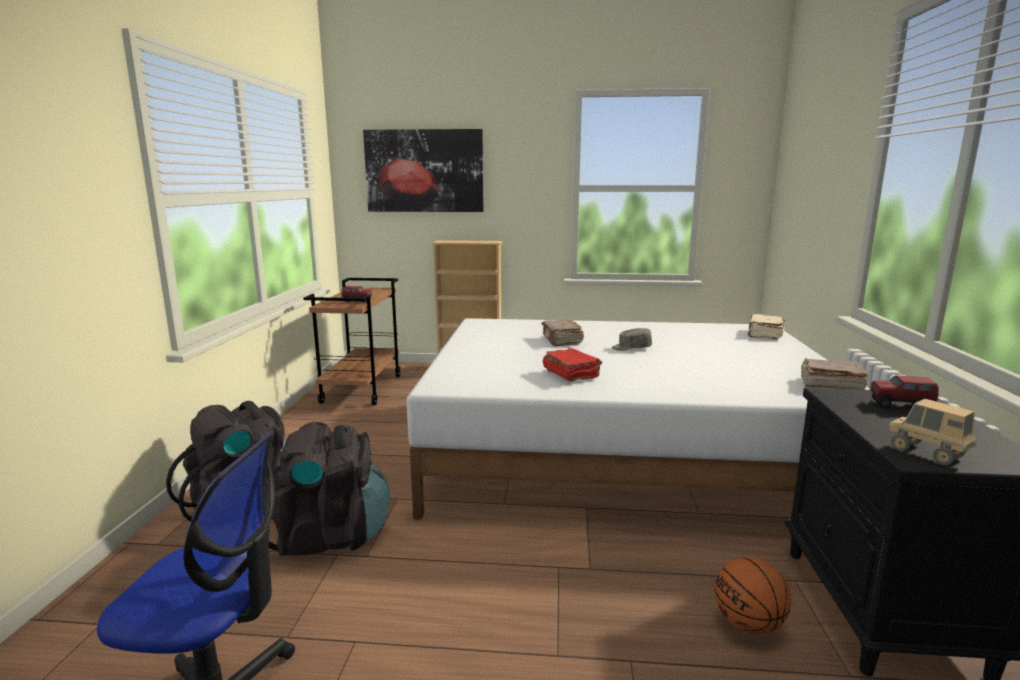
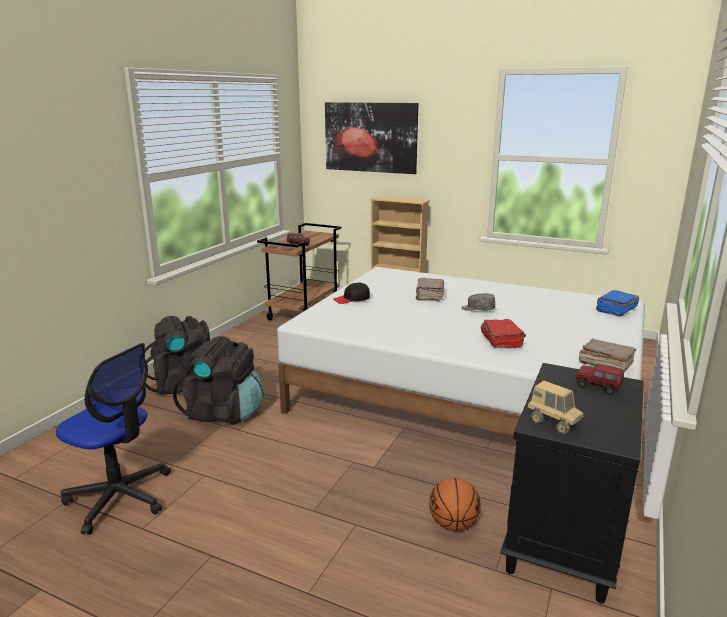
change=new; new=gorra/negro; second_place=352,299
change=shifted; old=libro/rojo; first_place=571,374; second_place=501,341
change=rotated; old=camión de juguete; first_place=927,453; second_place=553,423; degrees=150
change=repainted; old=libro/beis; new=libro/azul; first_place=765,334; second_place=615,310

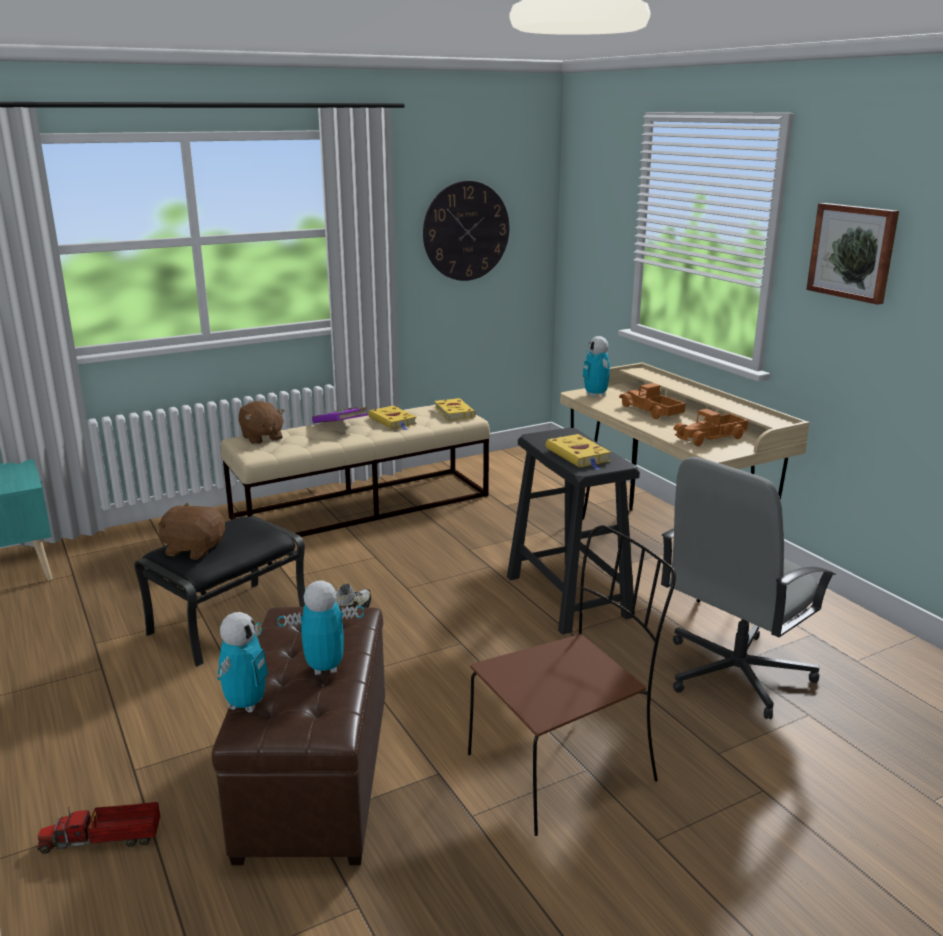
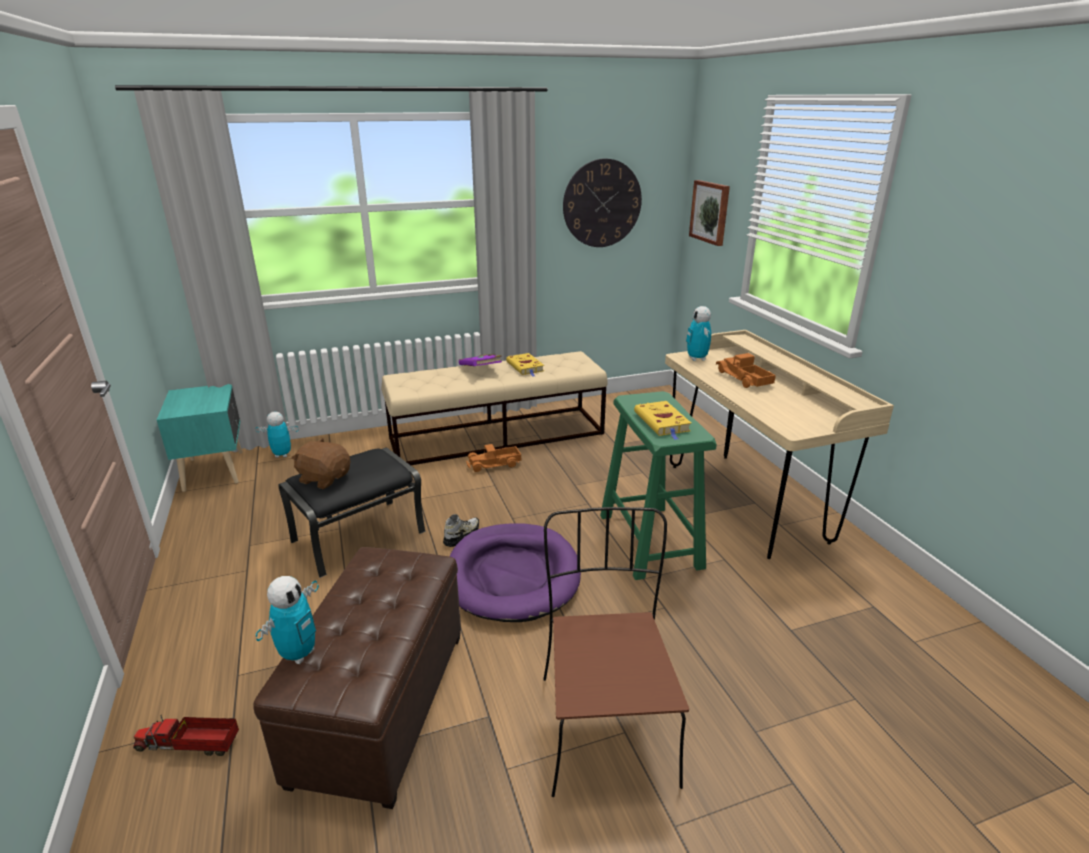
change=shifted; old=robot de juguete; first_place=324,668; second_place=282,455
change=new; new=cama para perro/morado; second_place=513,575
change=shifted; old=camión de juguete; first_place=711,438; second_place=494,464
change=rotated; old=silla/marrón; first_place=565,766; second_place=605,725; degrees=-75
change=repainted; old=taburete/negro; new=taburete/verde; first_place=568,596; second_place=649,540
change=shifted; old=cuadro; first_place=853,252; second_place=710,212
change=gone; old=peluche/marrón; first_place=261,438
change=gone; old=libro/amarillo; first_place=453,412
change=gone; old=silla de oficina/gris; first_place=734,673

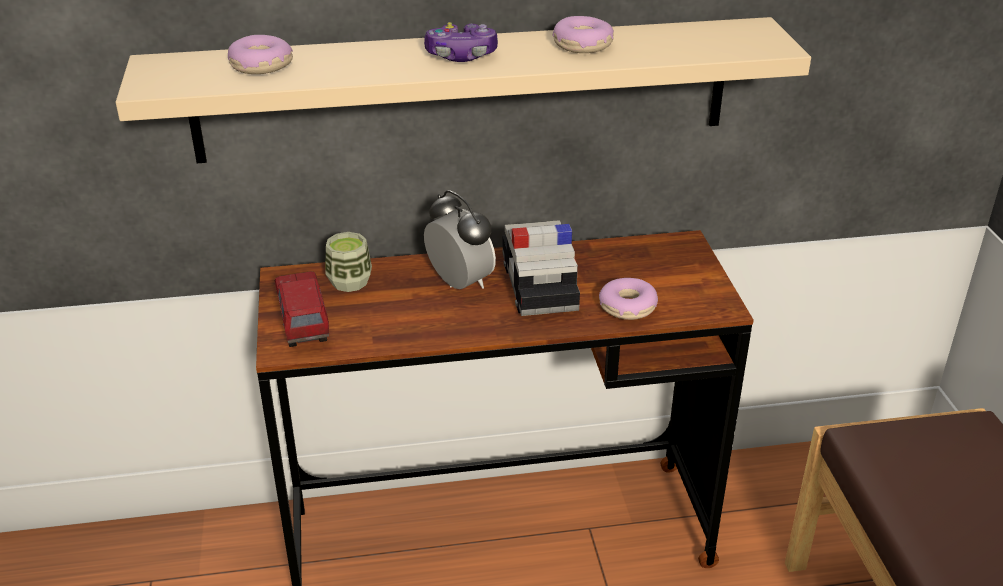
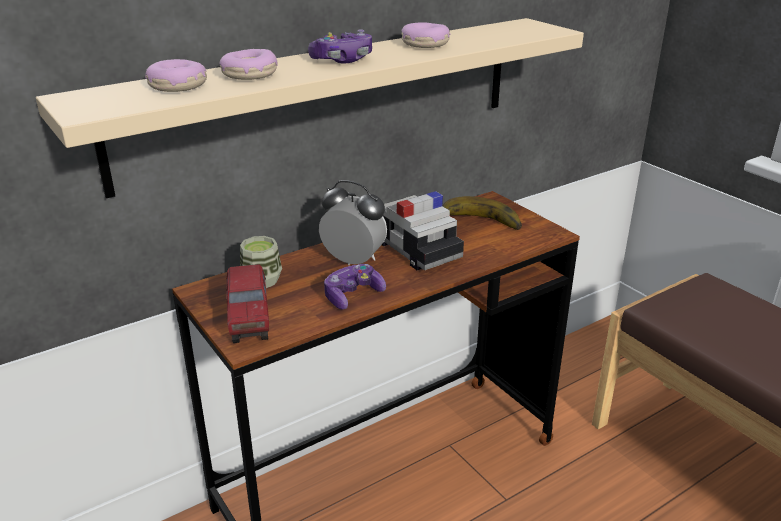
change=shifted; old=rosquilla; first_place=627,307; second_place=249,75
change=rotated; old=camión de juguete; first_place=303,327; second_place=250,322; degrees=-150
change=new; new=mando de consola; second_place=352,295
change=new; new=plátano; second_place=475,225

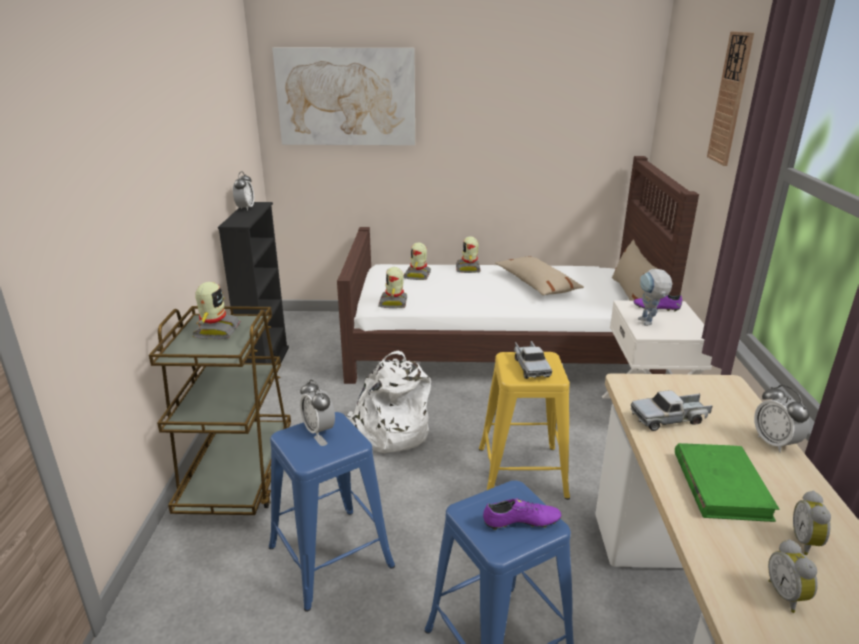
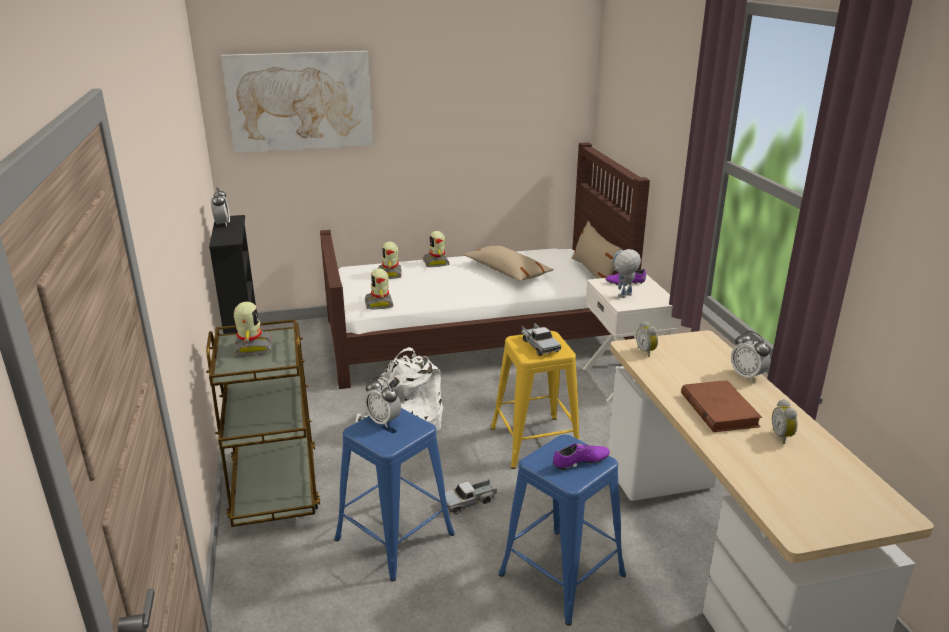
change=shifted; old=camión de juguete; first_place=669,418; second_place=469,501
change=rotated; old=robot de juguete; first_place=648,324; second_place=623,297; degrees=75
change=shifted; old=despertador; first_place=787,596; second_place=646,352
change=repainted; old=libro/verde; new=libro/marrón; first_place=721,485; second_place=718,409
change=gone; old=reloj de pared; first_place=730,99

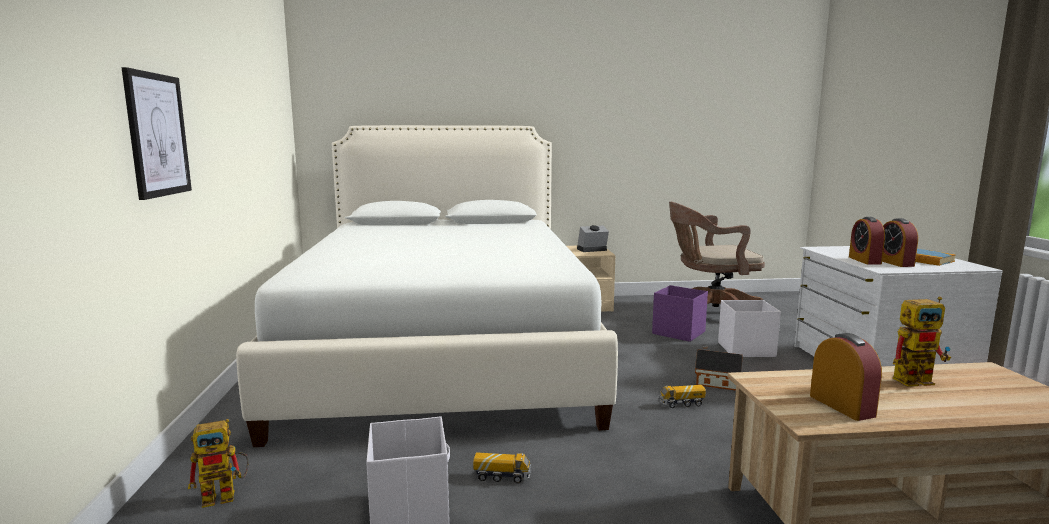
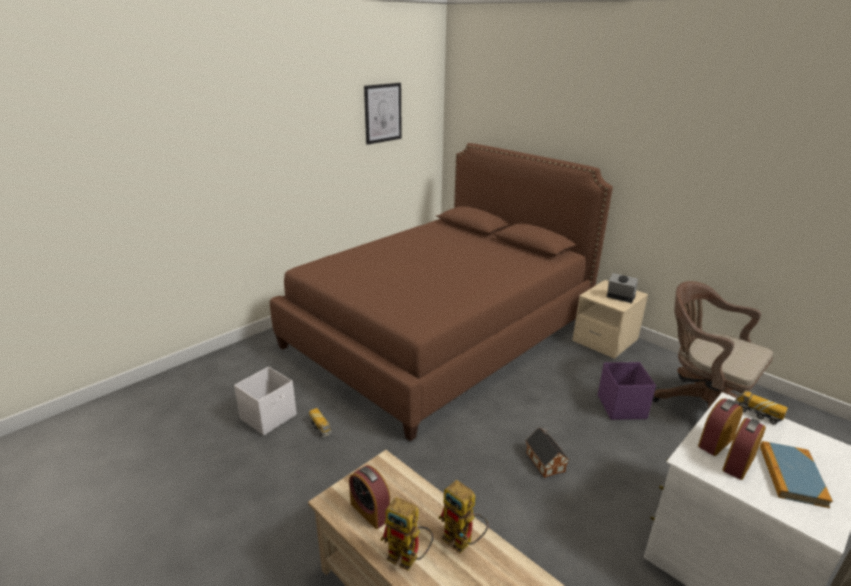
change=repainted; old=cama/blanco; new=cama/marrón; first_place=444,350; second_place=440,333
change=rotated; old=despertador; first_place=841,406; second_place=370,511; degrees=105
change=shifted; old=cuadro; first_place=157,135; second_place=382,113
change=shifted; old=robot de juguete; first_place=226,495; second_place=409,558
change=shifted; old=camión de juguete; first_place=681,404; second_place=757,414
change=gone; old=caja de almacenaje/blanco; first_place=745,349

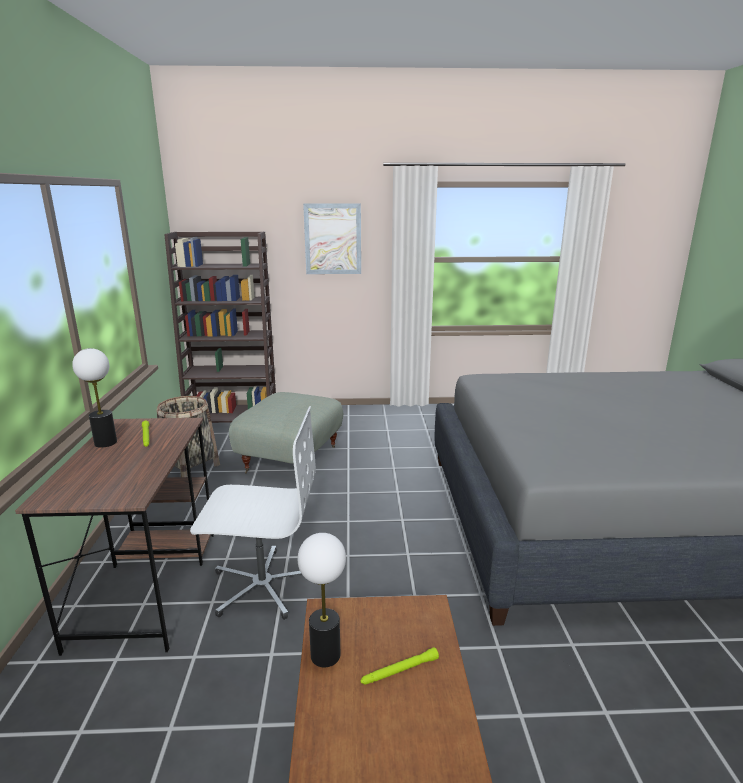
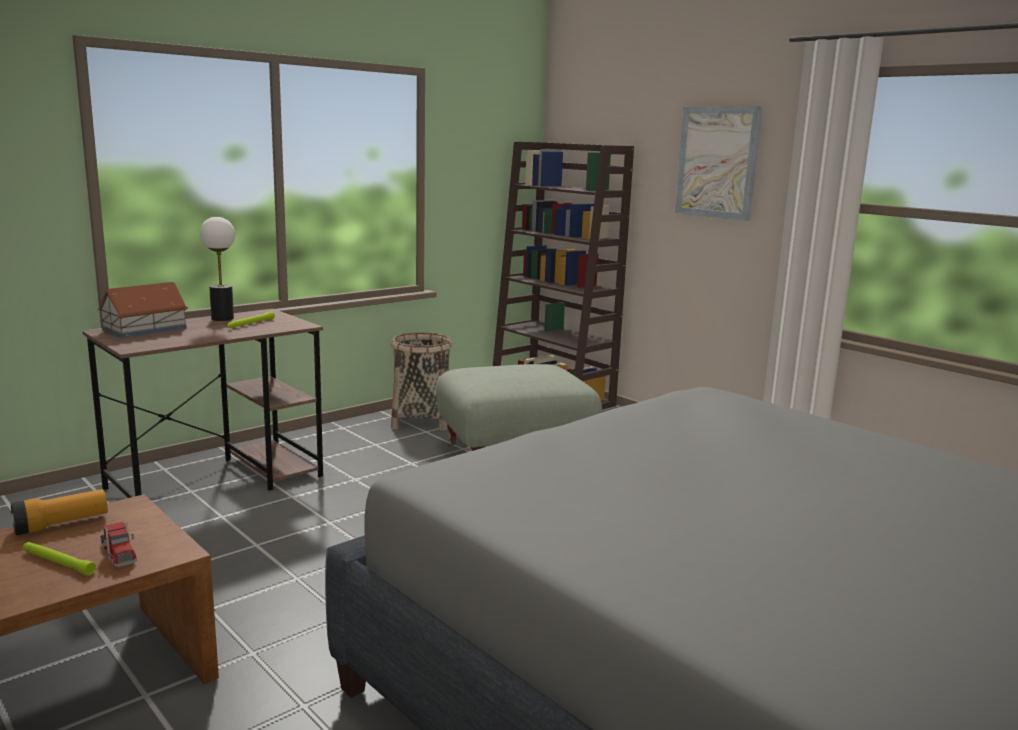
change=swapped; old=lámpara de mesa; new=linterna; first_place=326,655; second_place=61,524
change=new; new=casita; second_place=144,329
change=new; new=camión de juguete; second_place=118,553
change=gone; old=silla de oficina/blanco; first_place=262,585

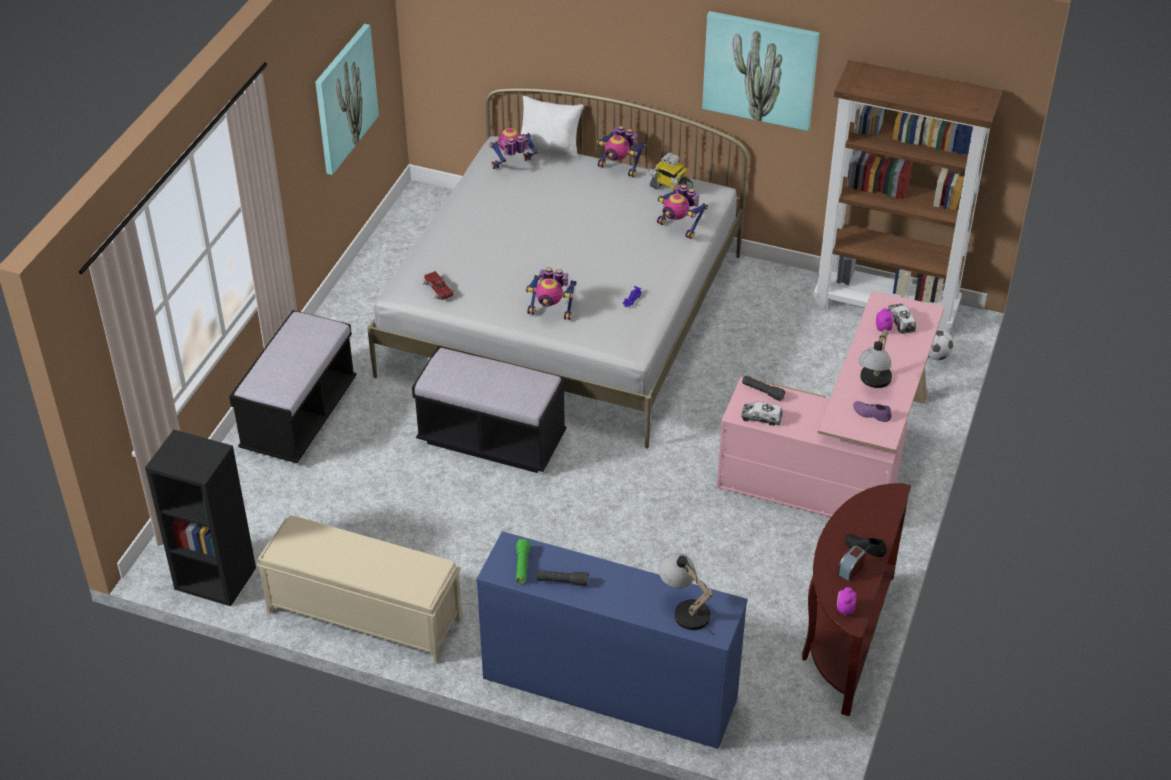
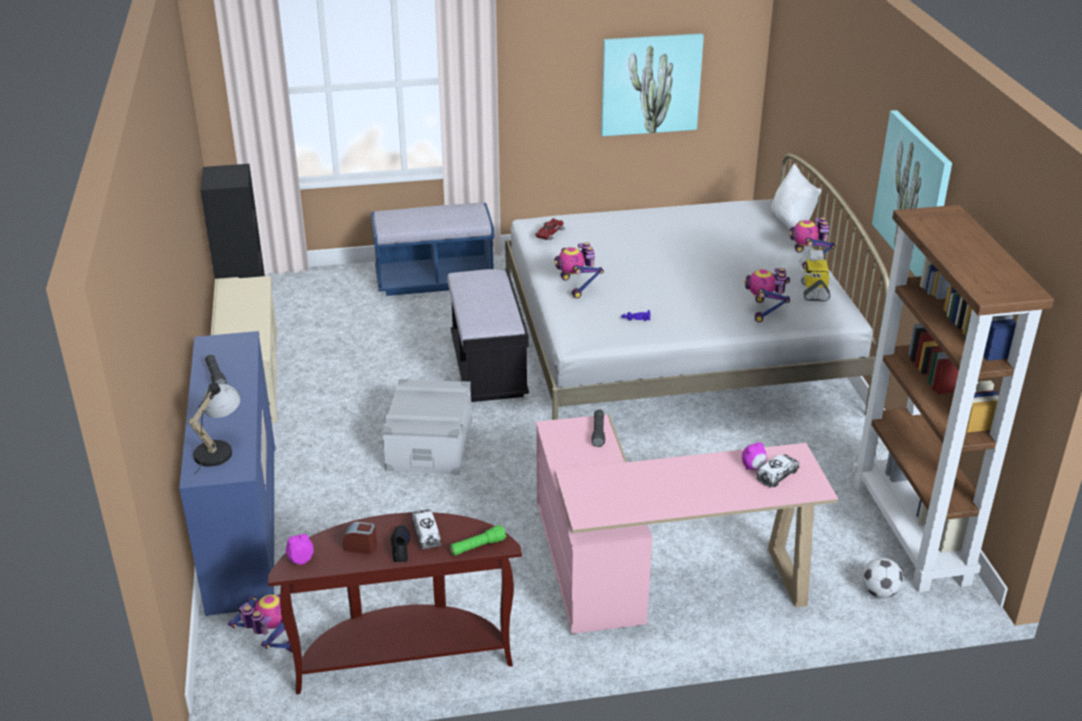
change=shifted; old=robot de juguete; first_place=513,167; second_place=269,644
change=repainted; old=banco/negro; new=banco/azul; first_place=299,417; second_place=434,280
change=new; new=caja de almacenaje/gris; second_place=429,444
change=shifted; old=camión de juguete; first_place=761,418; second_place=426,534
change=shifted; old=linterna/verde; first_place=522,566; second_place=477,546
change=gone; old=zapato/morado; first_place=871,414
change=gone; old=lámpara de mesa; first_place=873,383

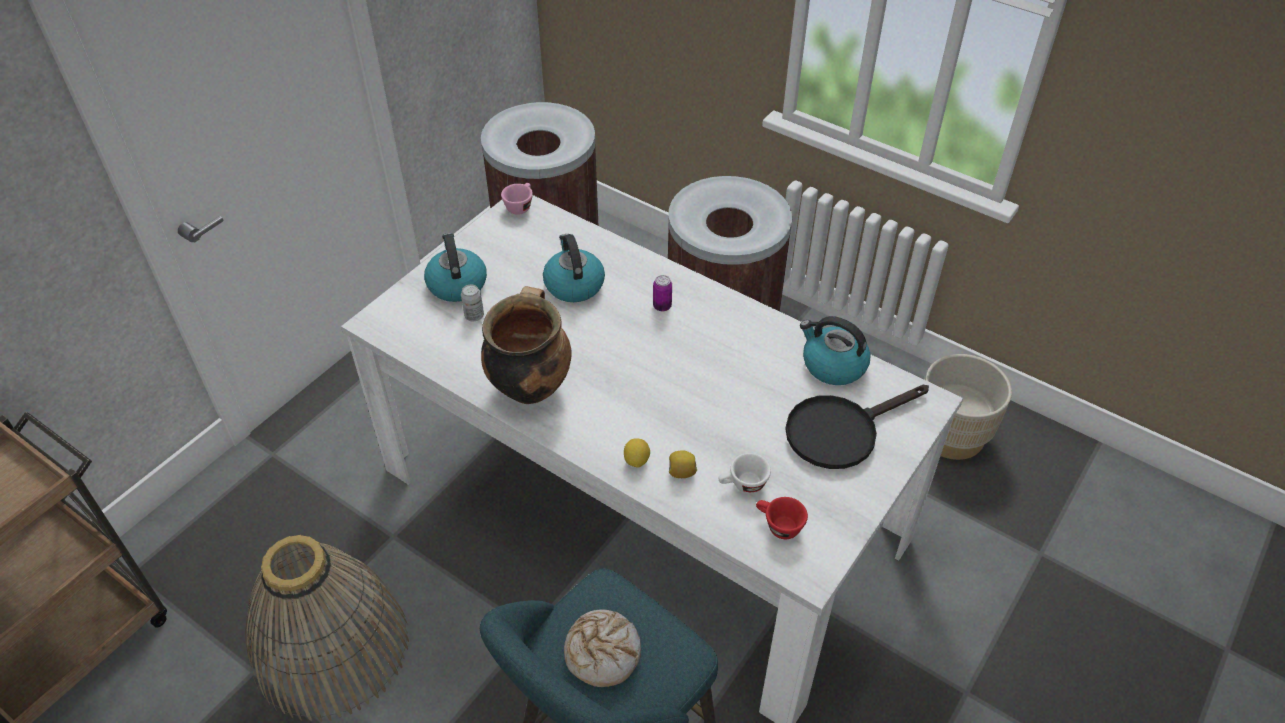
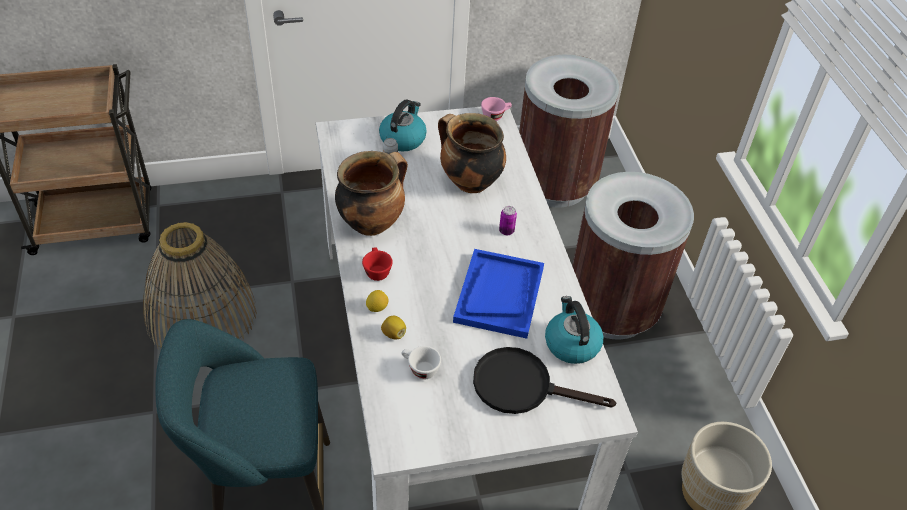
change=shifted; old=taza/rojo; first_place=778,526; second_place=376,270
change=swapped; old=hervidor; new=olla; first_place=573,284; second_place=469,182
change=new; new=bandeja/azul; second_place=499,294
change=gone; old=pan; first_place=602,652

